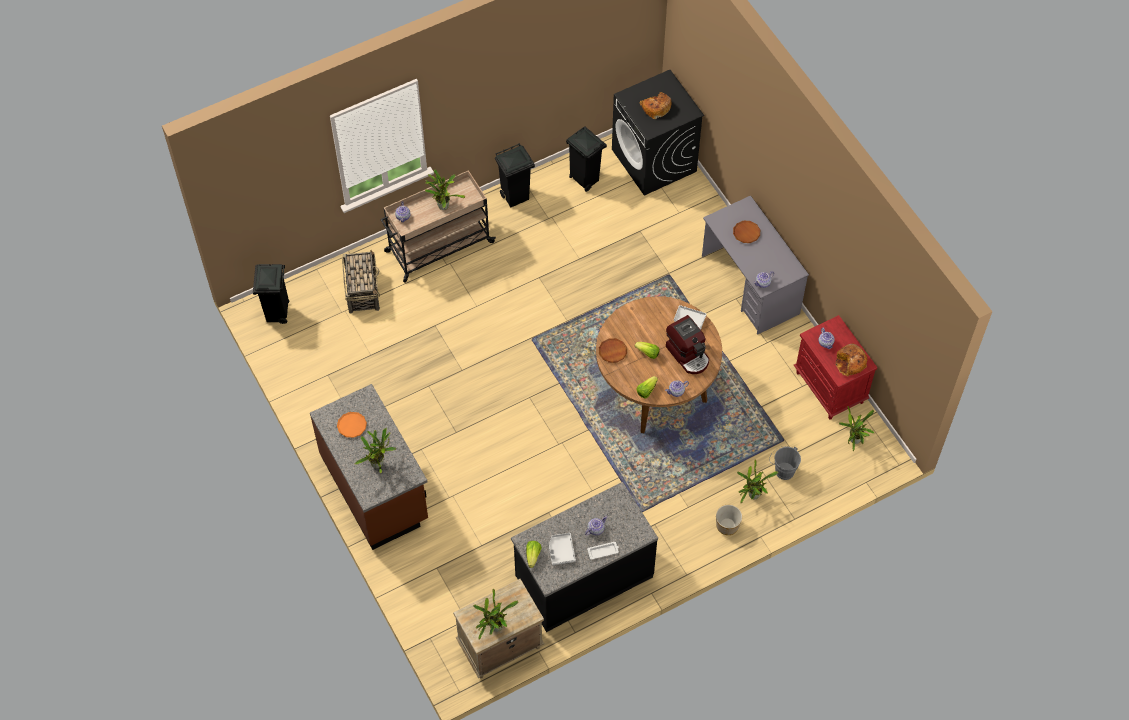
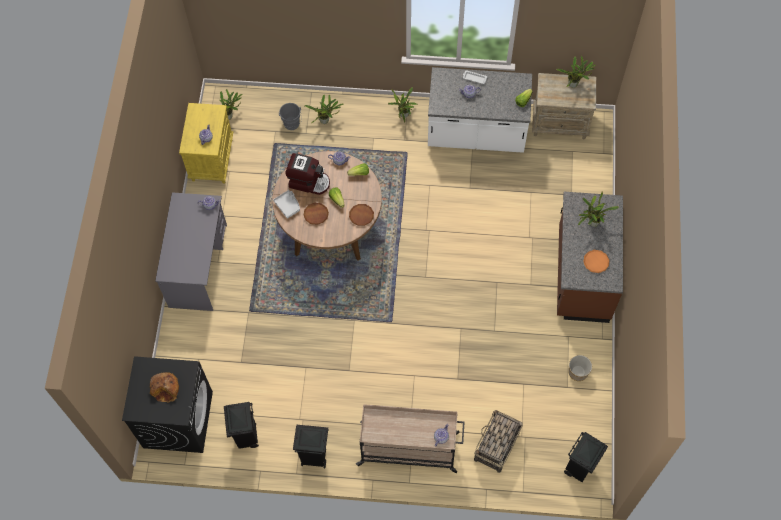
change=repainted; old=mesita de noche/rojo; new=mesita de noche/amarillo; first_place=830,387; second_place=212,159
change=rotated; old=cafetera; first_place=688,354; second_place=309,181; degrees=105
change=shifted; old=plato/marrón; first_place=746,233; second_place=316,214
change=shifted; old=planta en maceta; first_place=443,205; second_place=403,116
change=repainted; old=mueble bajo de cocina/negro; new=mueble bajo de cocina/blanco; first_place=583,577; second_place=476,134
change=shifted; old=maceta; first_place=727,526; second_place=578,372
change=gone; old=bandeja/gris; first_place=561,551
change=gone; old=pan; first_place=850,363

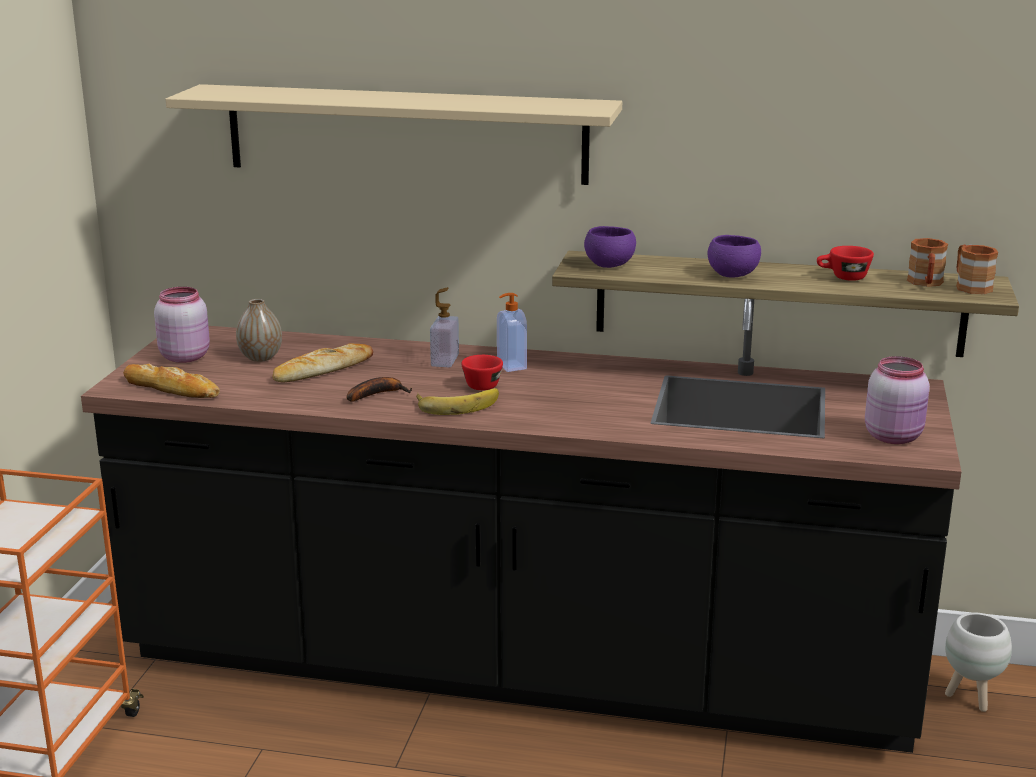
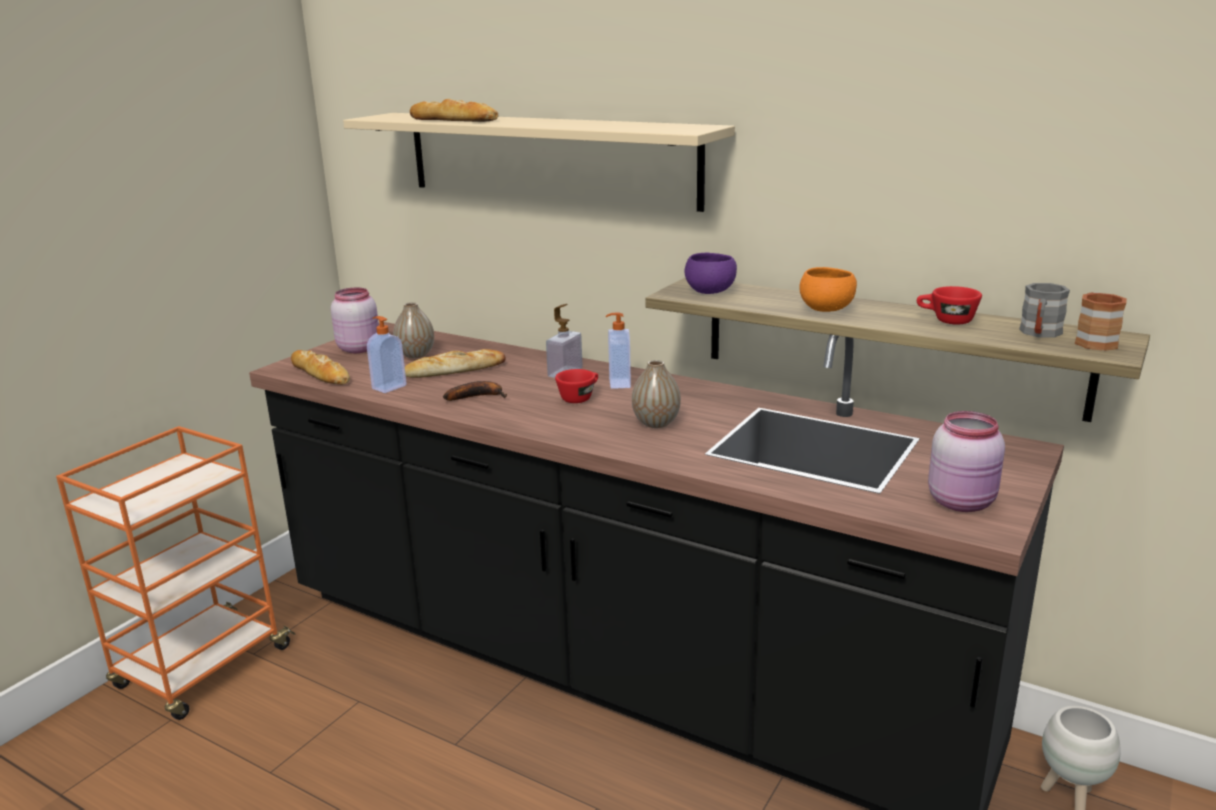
change=new; new=dispensador de jabón; second_place=388,387
change=new; new=pan; second_place=453,120
change=new; new=florero; second_place=656,423
change=repainted; old=cuenco/morado; new=cuenco/naranja; first_place=733,275; second_place=826,309
change=repainted; old=taza grande/marrón; new=taza grande/gris; first_place=925,283; second_place=1039,334
change=gone; old=plátano; first_place=457,404

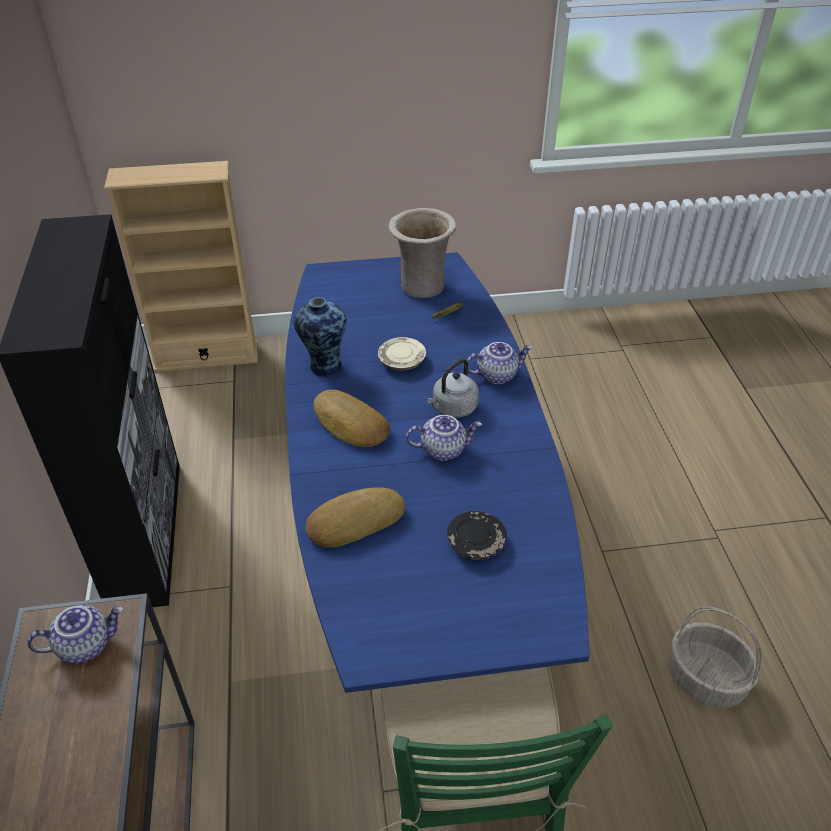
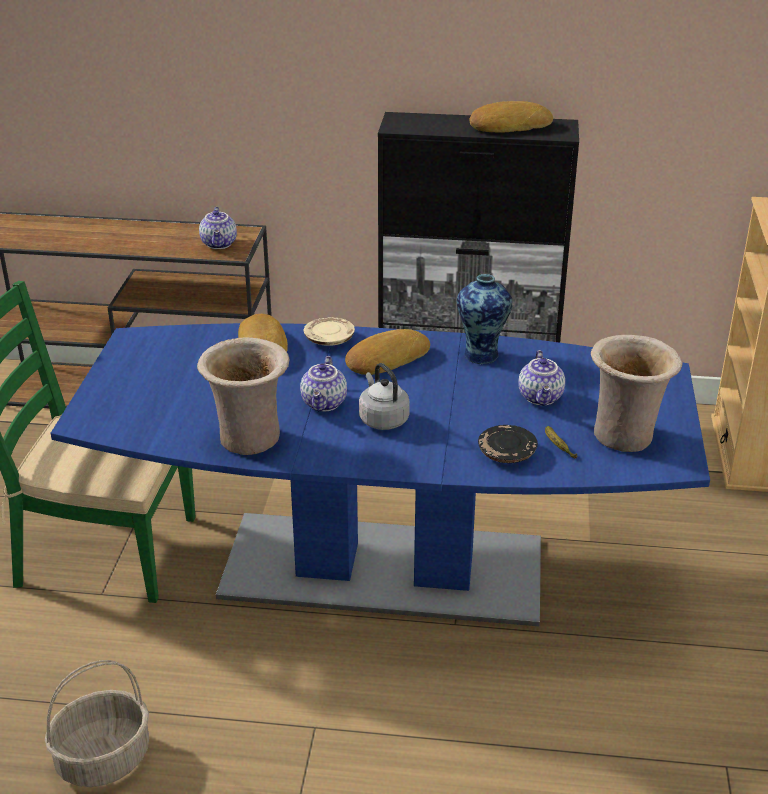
change=new; new=florero/beis; second_place=250,441
change=shifted; old=plato/beis; first_place=402,361; second_place=329,339
change=new; new=pan; second_place=509,125
change=shifted; old=plato/negro; first_place=476,542; second_place=507,453
change=shifted; old=tetera; first_place=497,374; second_place=541,397

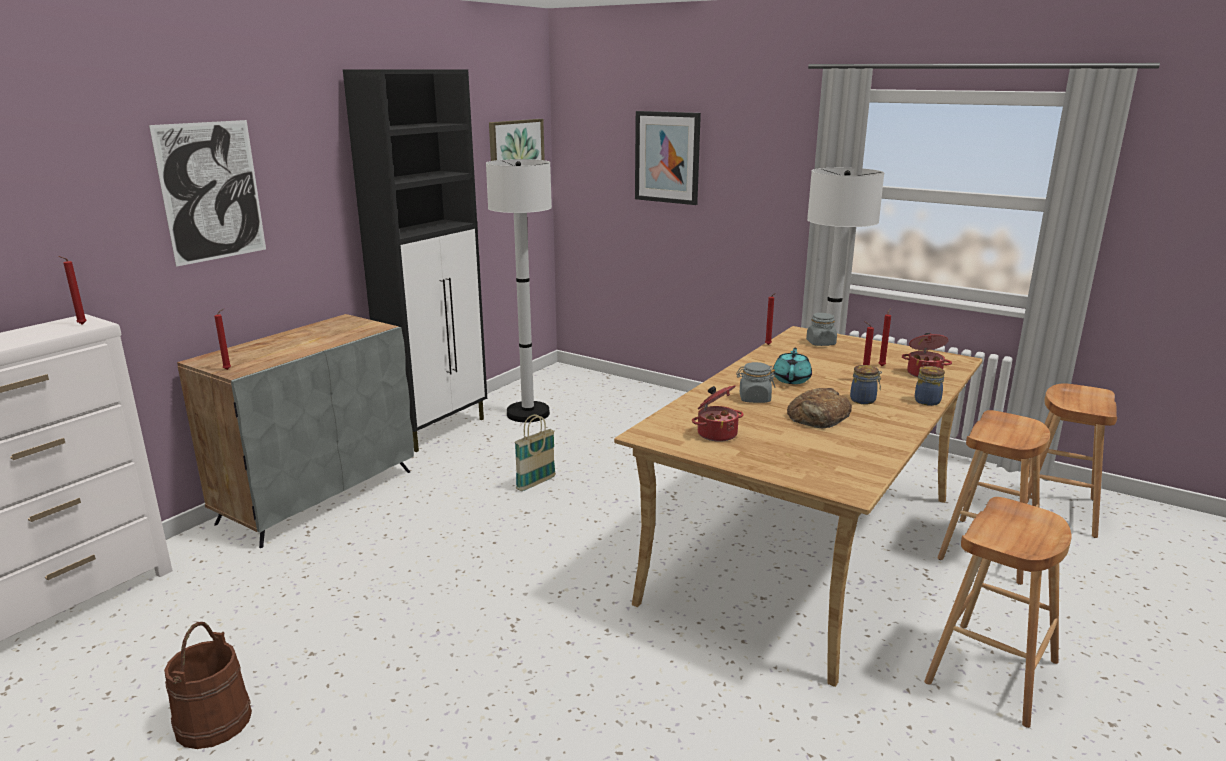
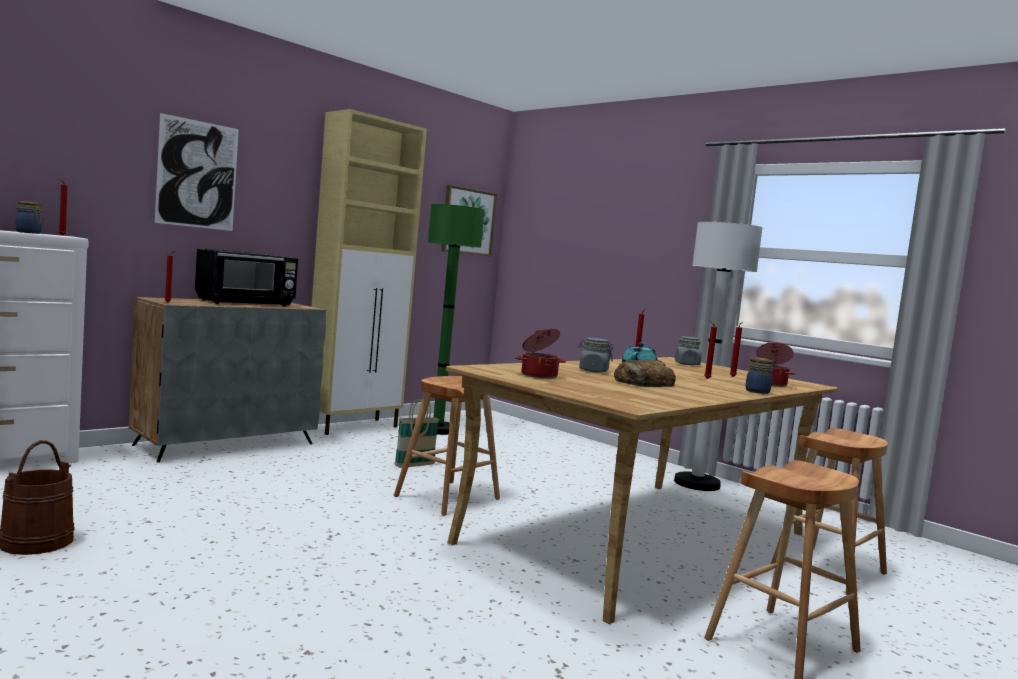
change=shifted; old=tarro; first_place=864,400; second_place=29,233
change=new; new=microondas/negro; second_place=246,303
change=repainted; old=armario/negro; new=armario/beis; first_place=438,430; second_place=354,427
change=shifted; old=taburete/marrón; first_place=1056,510; second_place=447,498
change=repainted; old=lámpara de pie/blanco; new=lámpara de pie/verde; first_place=528,413; second_place=437,429
change=gone; old=cuadro; first_place=667,157

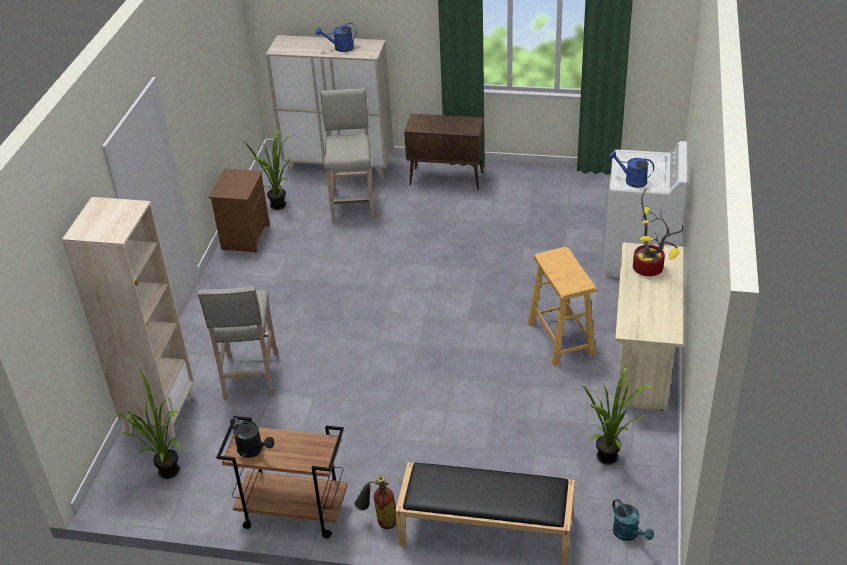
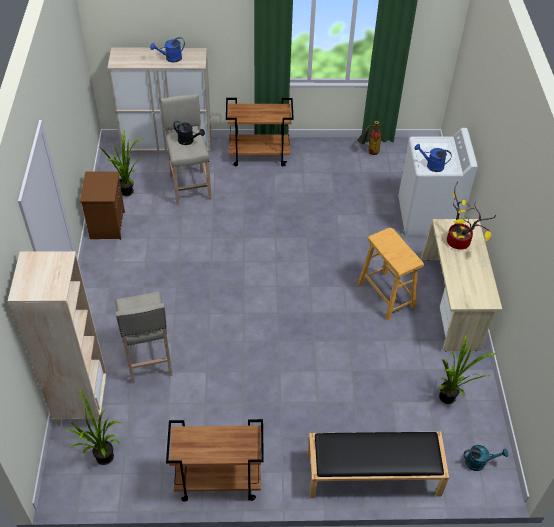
change=shifted; old=regadera/negro; first_place=254,450; second_place=188,141
change=swapped; old=armario/marrón; new=carrito/marrón; first_place=447,179; second_place=259,155
change=shifted; old=extintor; first_place=379,521; second_place=368,152
change=rotated; old=regadera/turquesa; first_place=629,534; second_place=479,462; degrees=-45

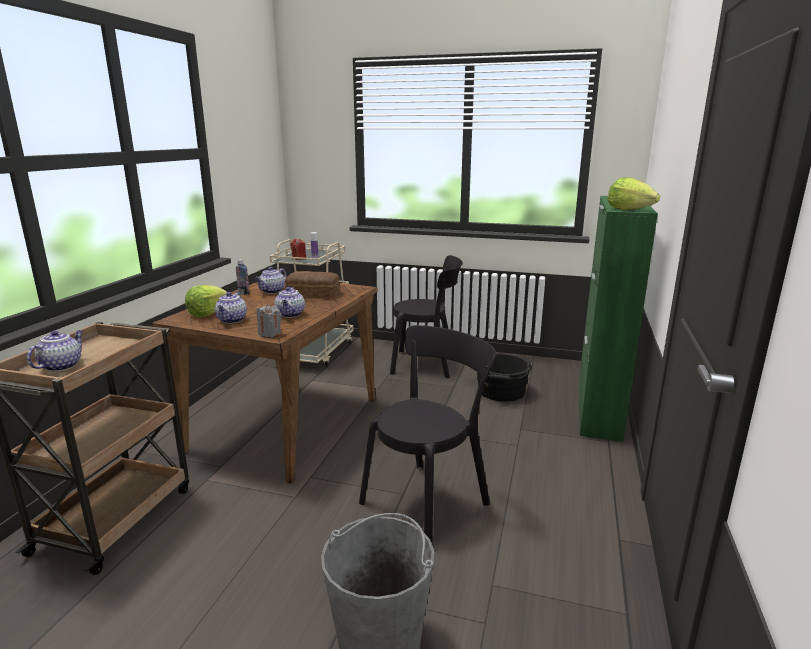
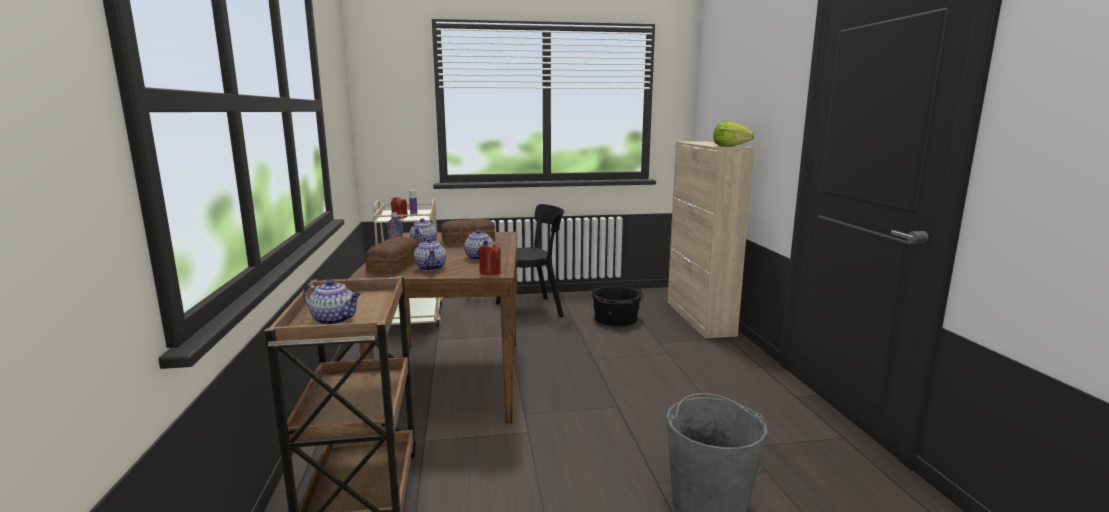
change=rotated; old=tetera; first_place=61,366; second_place=335,320; degrees=120
change=swapped; old=lechuga; new=pan; first_place=207,313; second_place=393,266
change=repainted; old=vela/gris; new=vela/rojo; first_place=270,334; second_place=490,272
change=repainted; old=armario/verde; new=armario/beis; first_place=598,409; second_place=699,318
change=gone; old=silla/negro; first_place=428,500

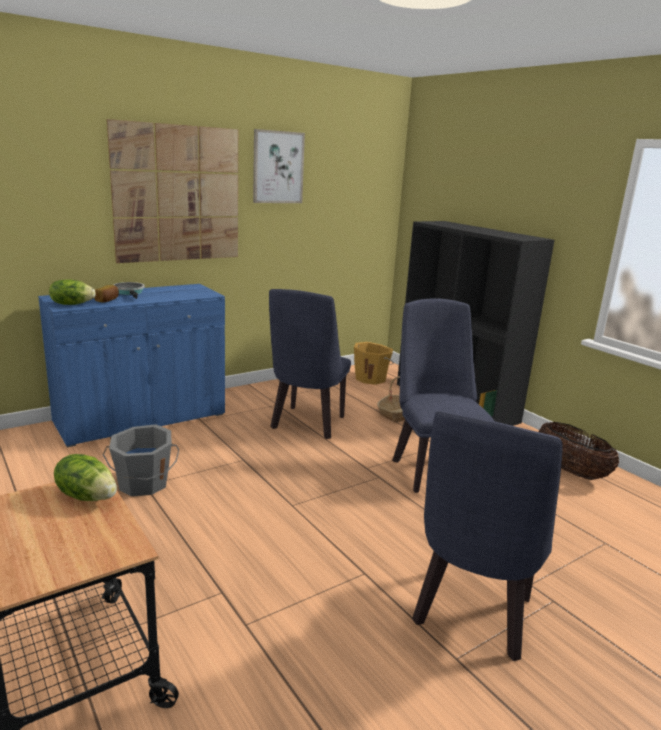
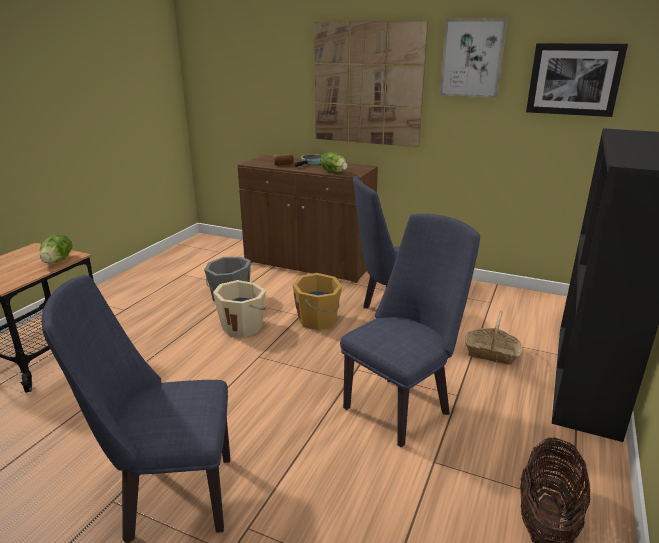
change=new; new=cubo/beis; second_place=243,327
change=repainted; old=armario/azul; new=armario/marrón; first_place=141,419; second_place=308,264
change=shifted; old=cubo/naranja; first_place=371,378; second_place=318,320
change=shifted; old=lechuga; first_place=72,304; second_place=334,172
change=new; new=cuadro; second_place=574,79

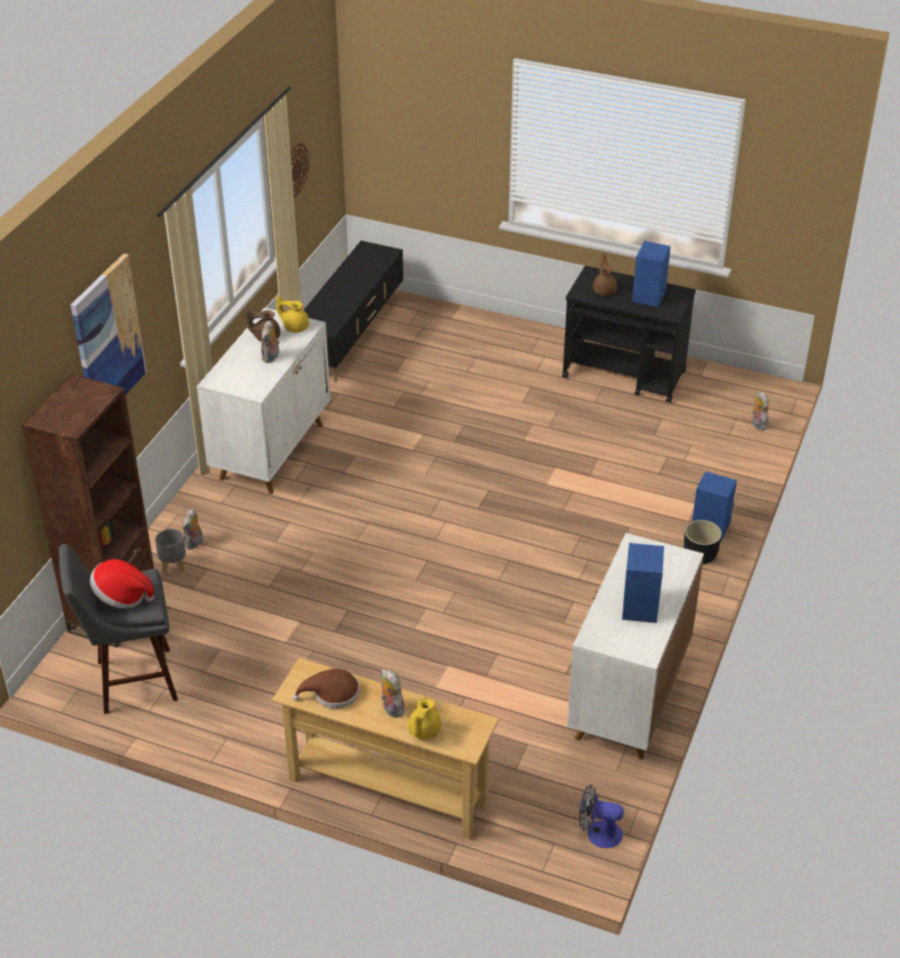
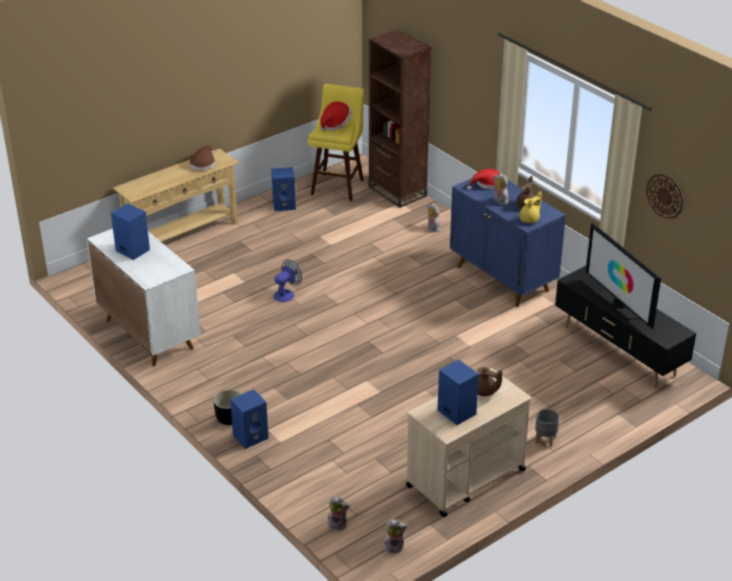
change=new; new=altavoz/azul; second_place=284,205
change=shifted; old=ventilador; first_place=598,833; second_place=286,294
change=repainted; old=taburete/gris; new=taburete/amarillo; first_place=131,681; second_place=338,185
change=shifted; old=peluche; first_place=391,708; second_place=394,547
change=repainted; old=carrito/negro; new=carrito/beis; first_place=625,375; second_place=465,478
change=repainted; old=armario/blanco; new=armario/azul; first_place=272,450; second_place=503,279
change=new; new=sombrero/rojo; second_place=487,184
change=shifted; old=maceta/gris; first_place=173,566; second_place=545,439
change=new; new=televisor; second_place=618,305
change=gone; old=cuadro; first_place=107,339
change=gone; old=tetera/amarillo; first_place=423,731

